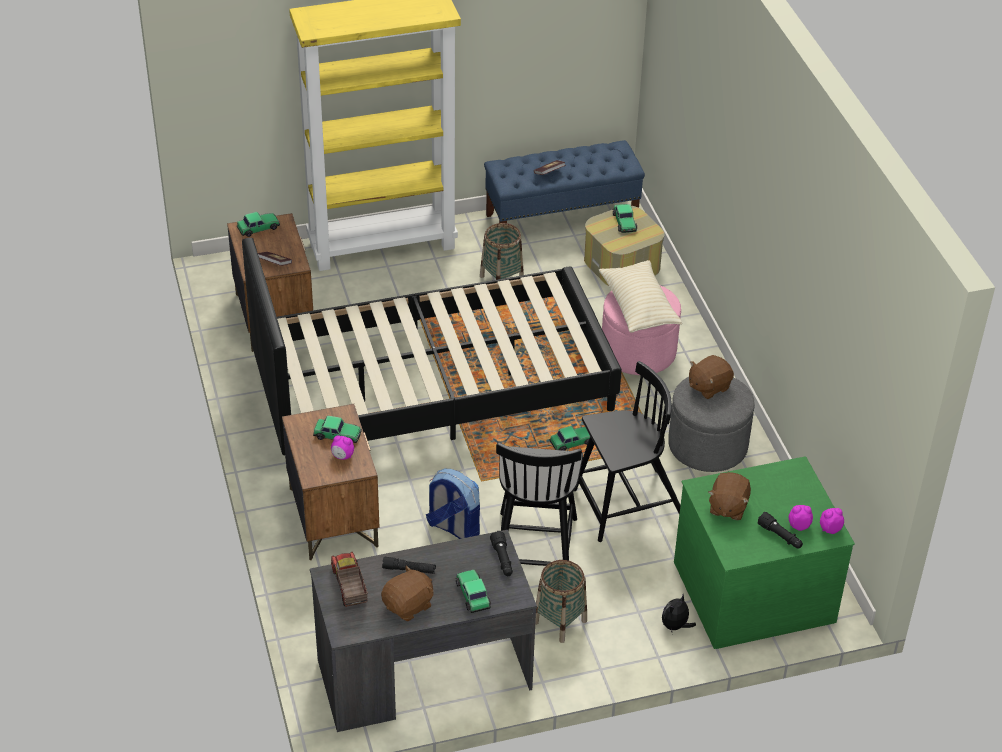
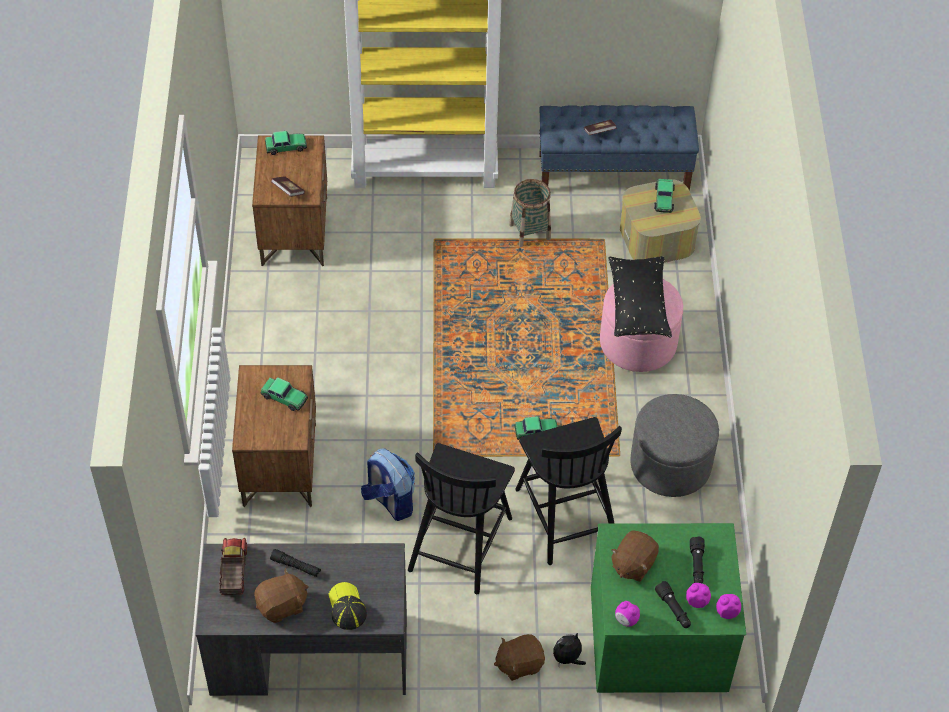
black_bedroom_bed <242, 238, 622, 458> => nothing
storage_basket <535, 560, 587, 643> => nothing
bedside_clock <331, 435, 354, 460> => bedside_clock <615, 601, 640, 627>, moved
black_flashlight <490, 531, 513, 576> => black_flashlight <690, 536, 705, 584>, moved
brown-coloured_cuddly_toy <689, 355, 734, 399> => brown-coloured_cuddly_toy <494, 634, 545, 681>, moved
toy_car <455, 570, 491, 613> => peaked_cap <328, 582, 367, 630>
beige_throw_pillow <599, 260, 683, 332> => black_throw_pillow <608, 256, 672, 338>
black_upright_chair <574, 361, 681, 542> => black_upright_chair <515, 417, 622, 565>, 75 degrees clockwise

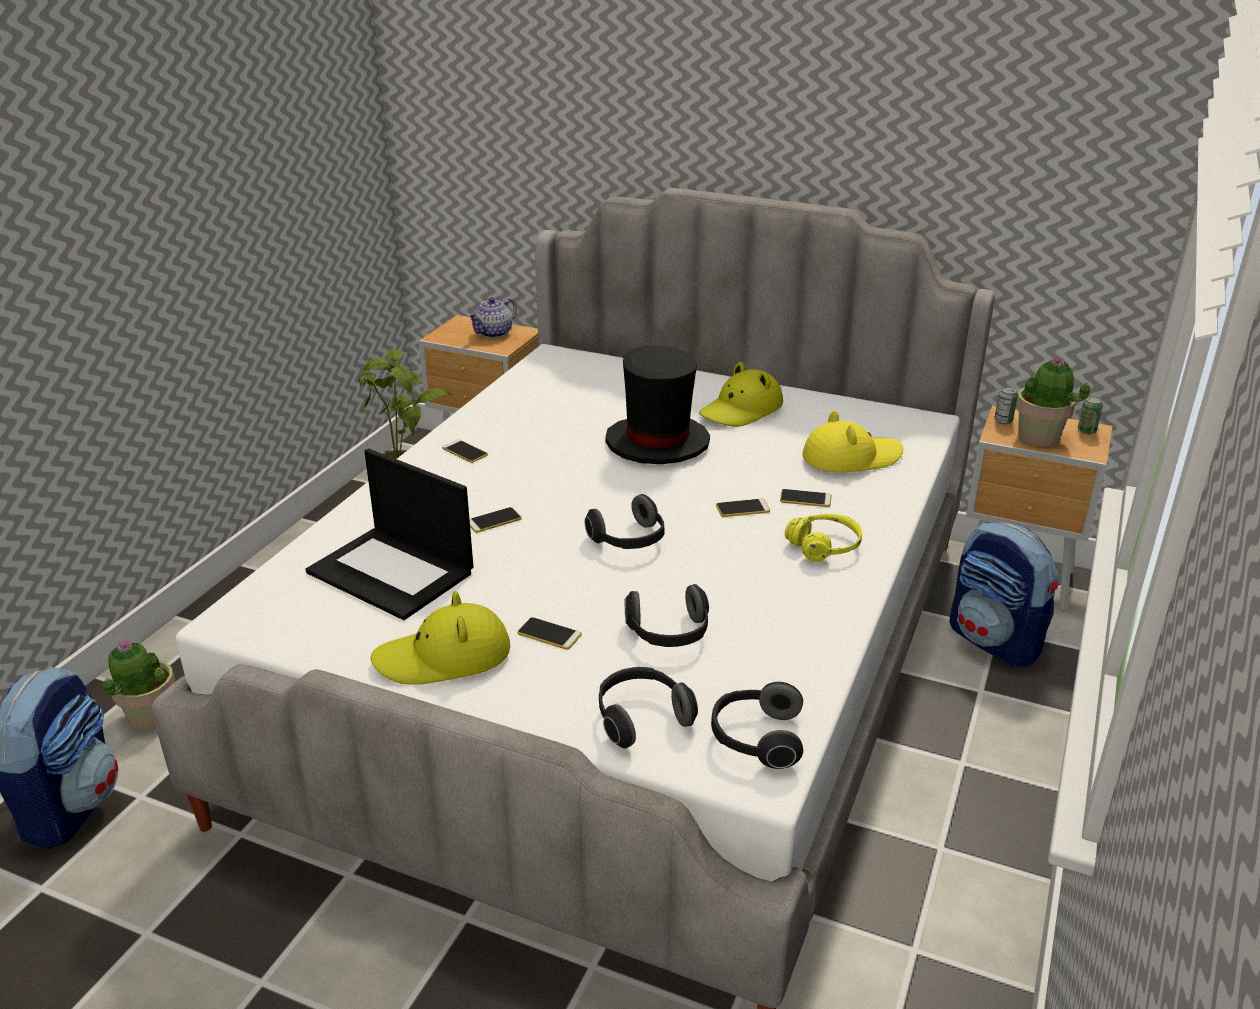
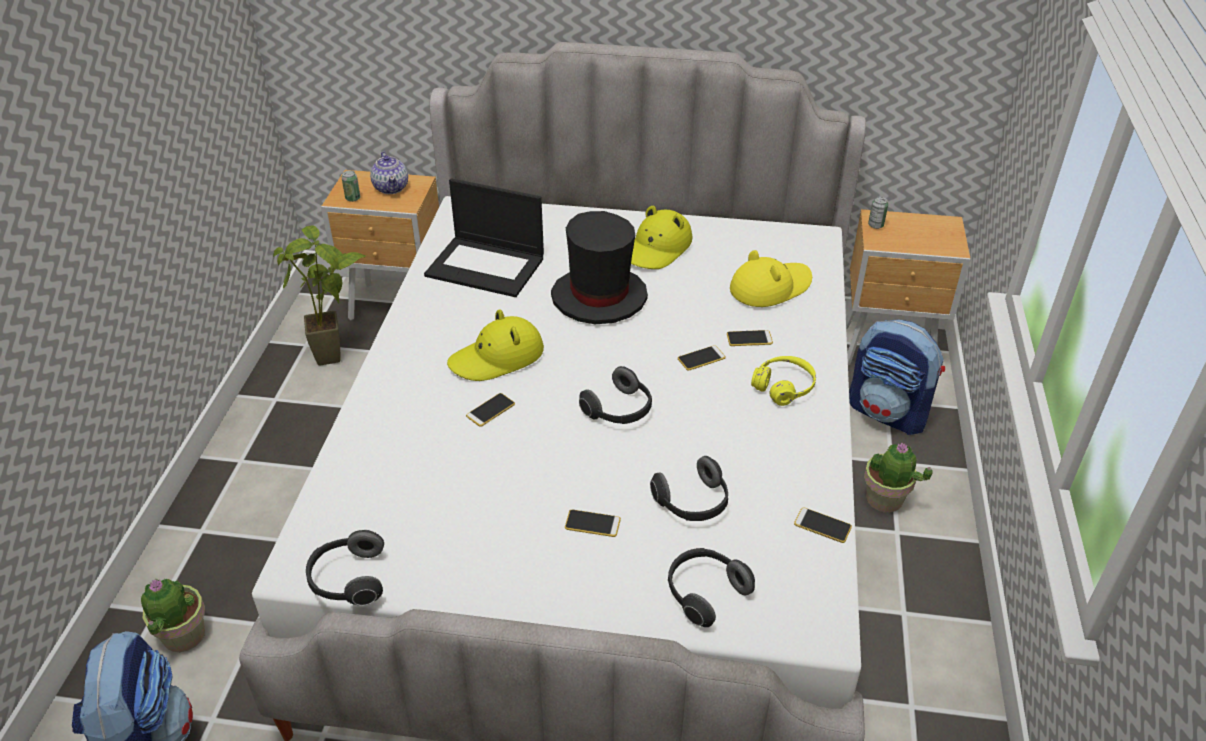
notebook_computer <305, 449, 473, 620> => notebook_computer <424, 178, 544, 297>, moved
yellow_wearable_hat <370, 591, 510, 685> => yellow_wearable_hat <447, 309, 544, 381>, moved
telephone <442, 440, 488, 463> => telephone <794, 507, 852, 543>, moved
headset <711, 682, 803, 769> => headset <306, 530, 384, 606>, moved
plant_in_a_pot <1016, 356, 1090, 447> => plant_in_a_pot <864, 442, 933, 513>, moved
can <1078, 397, 1103, 434> => can <342, 170, 360, 202>, moved
pot_for_tea <468, 297, 517, 338> => pot_for_tea <370, 151, 408, 194>, 45 degrees counterclockwise

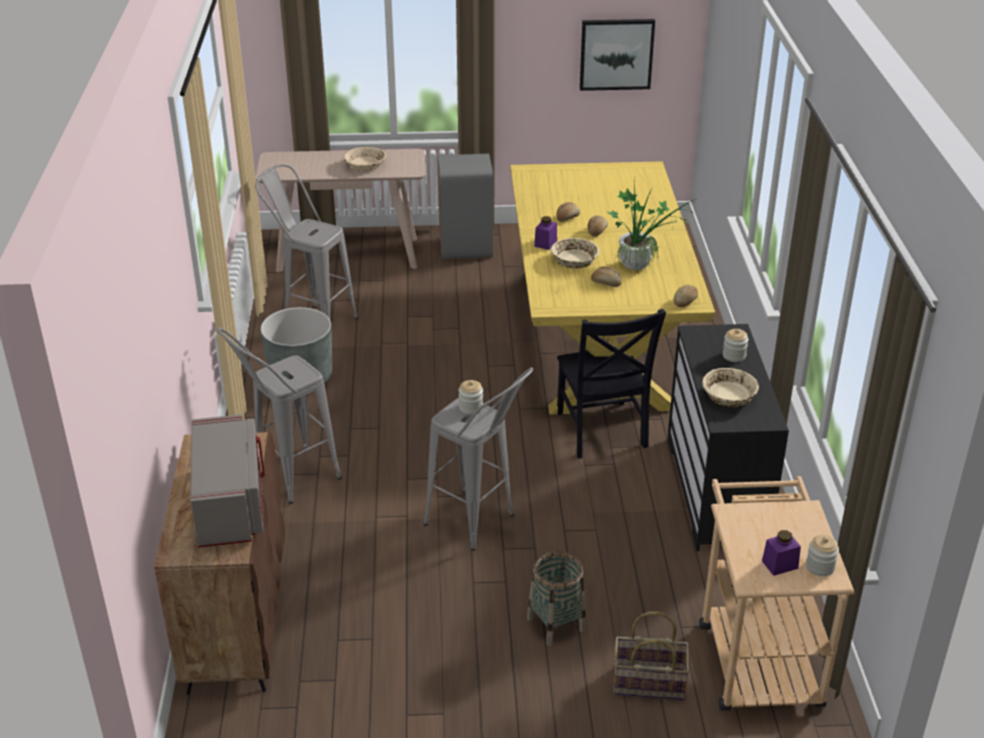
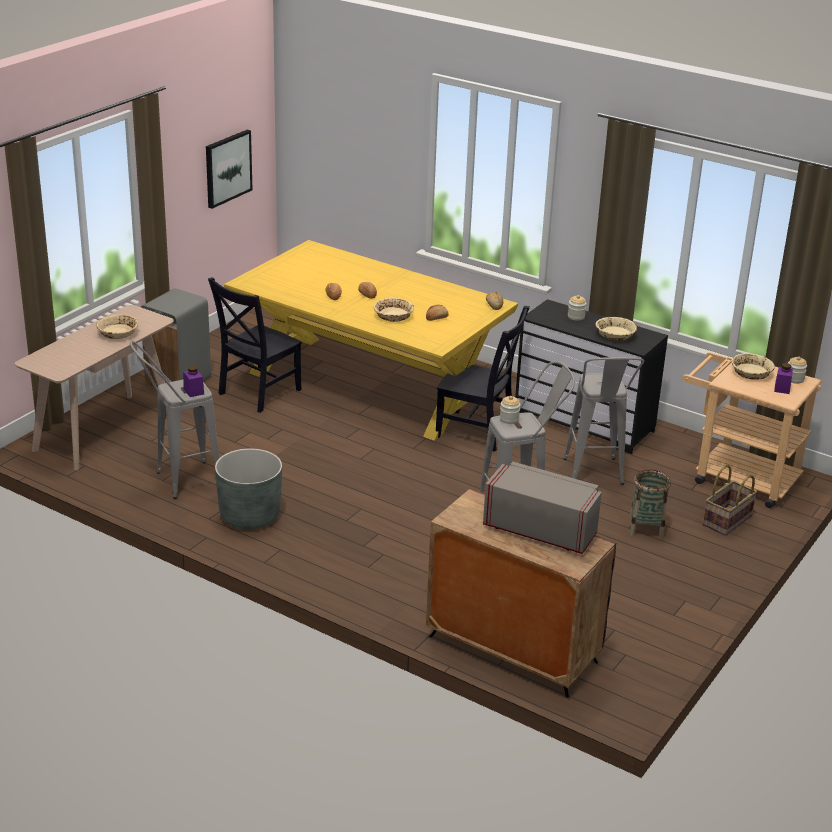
plant_in_a_pot <606, 181, 696, 271> => nothing
nothing => black_upright_chair <208, 277, 302, 413>
nothing => beige_bowl <731, 353, 775, 380>
gray_stool <217, 327, 342, 504> => gray_stool <563, 357, 644, 485>, moved
purplish_preserve_jar <534, 216, 557, 250> => purplish_preserve_jar <183, 366, 204, 397>, moved

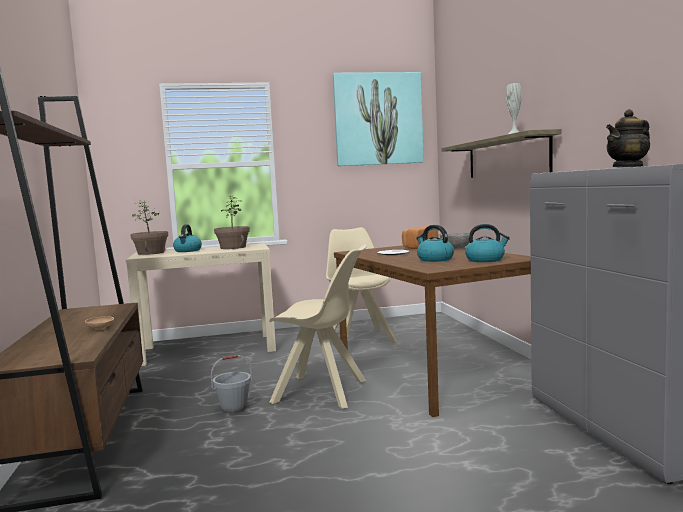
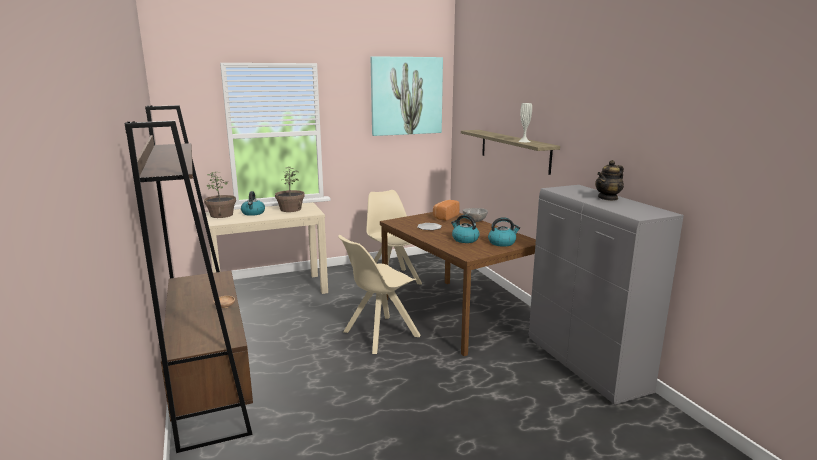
gray_bucket <211, 354, 252, 413> => nothing
beige_upright_chair <269, 245, 367, 409> => beige_upright_chair <338, 235, 420, 354>, 135 degrees clockwise

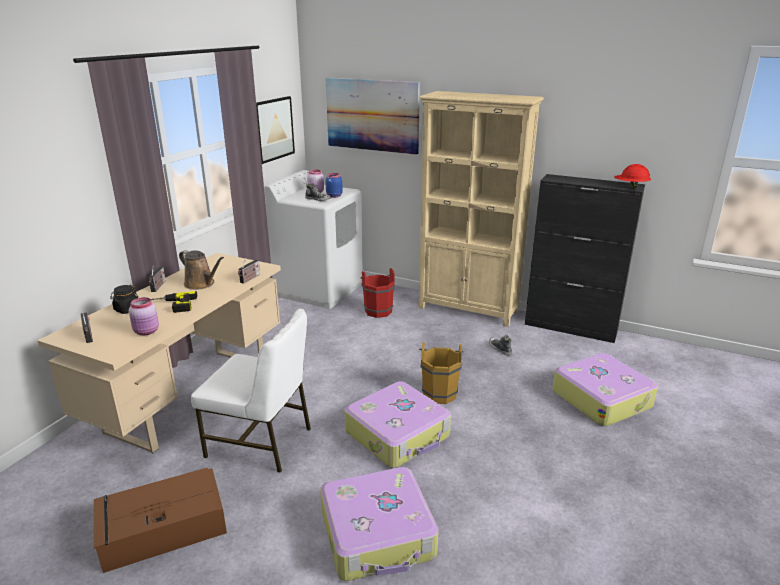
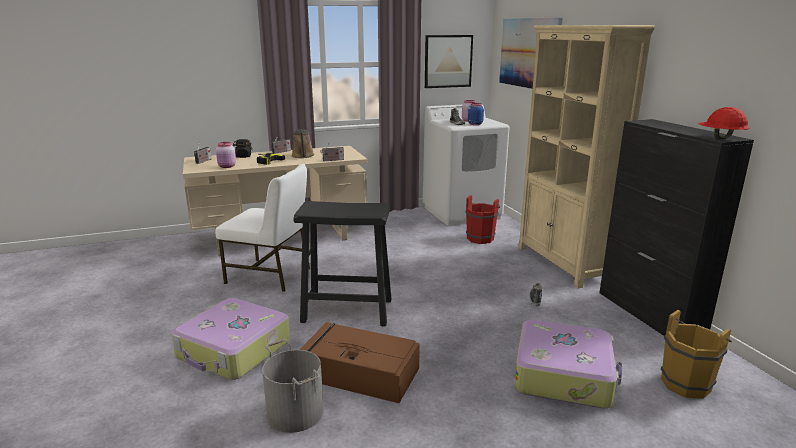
nothing => gray_bucket <262, 339, 324, 433>
brown-coloured_storage_bin <94, 468, 227, 573> => brown-coloured_storage_bin <299, 322, 420, 403>, moved
brown-coloured_bucket <419, 342, 464, 404> => brown-coloured_bucket <661, 310, 732, 399>, moved
suitcase <344, 381, 451, 468> => black_stool <293, 201, 391, 326>
white_upright_chair <191, 308, 311, 473> => white_upright_chair <215, 164, 310, 292>, 45 degrees counterclockwise

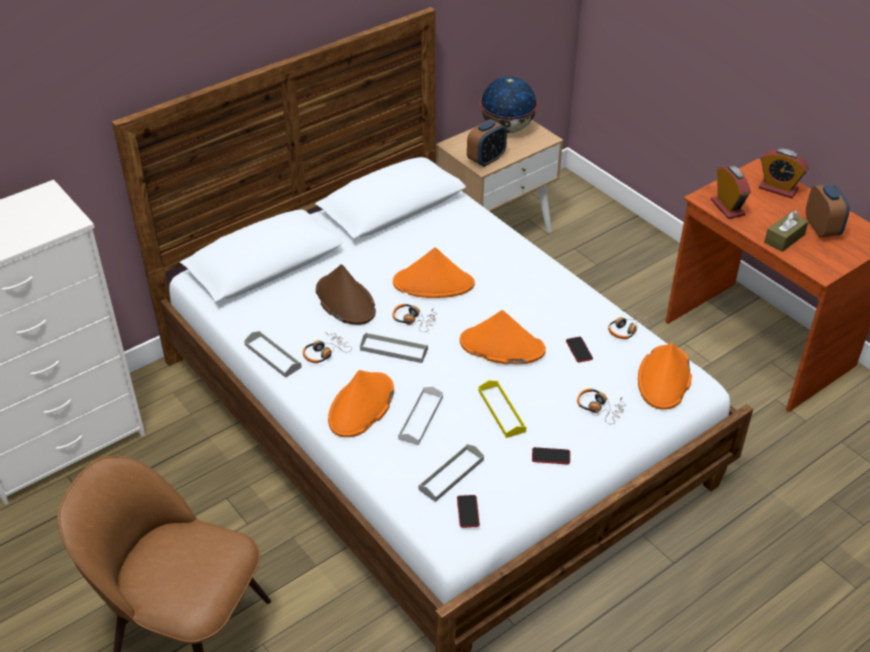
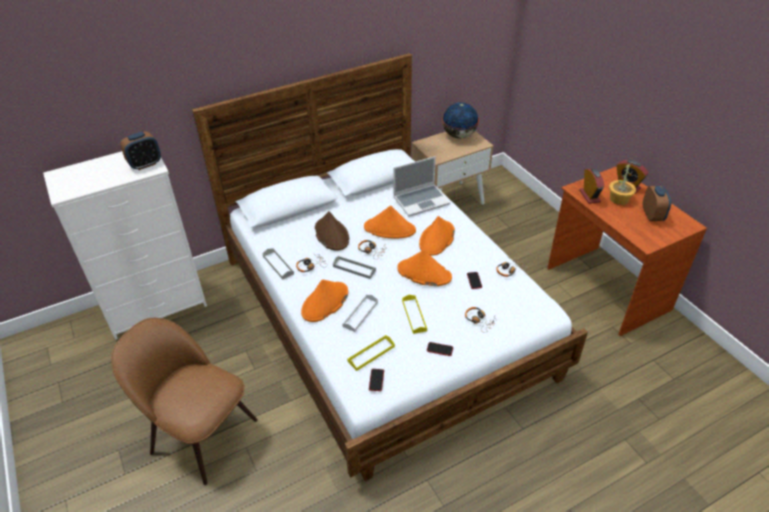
brown-coloured_box_of_tissues <764, 211, 808, 252> => nothing
nothing => notebook_computer <393, 156, 450, 217>
nothing => plant_in_a_pot <609, 163, 636, 205>
bedside_clock <467, 119, 507, 167> => bedside_clock <120, 131, 161, 170>, moved
orange_wearable_hat <638, 343, 692, 410> => orange_wearable_hat <419, 216, 455, 256>, moved
gray_serving_tray <418, 444, 484, 502> => yellow_serving_tray <347, 335, 395, 371>

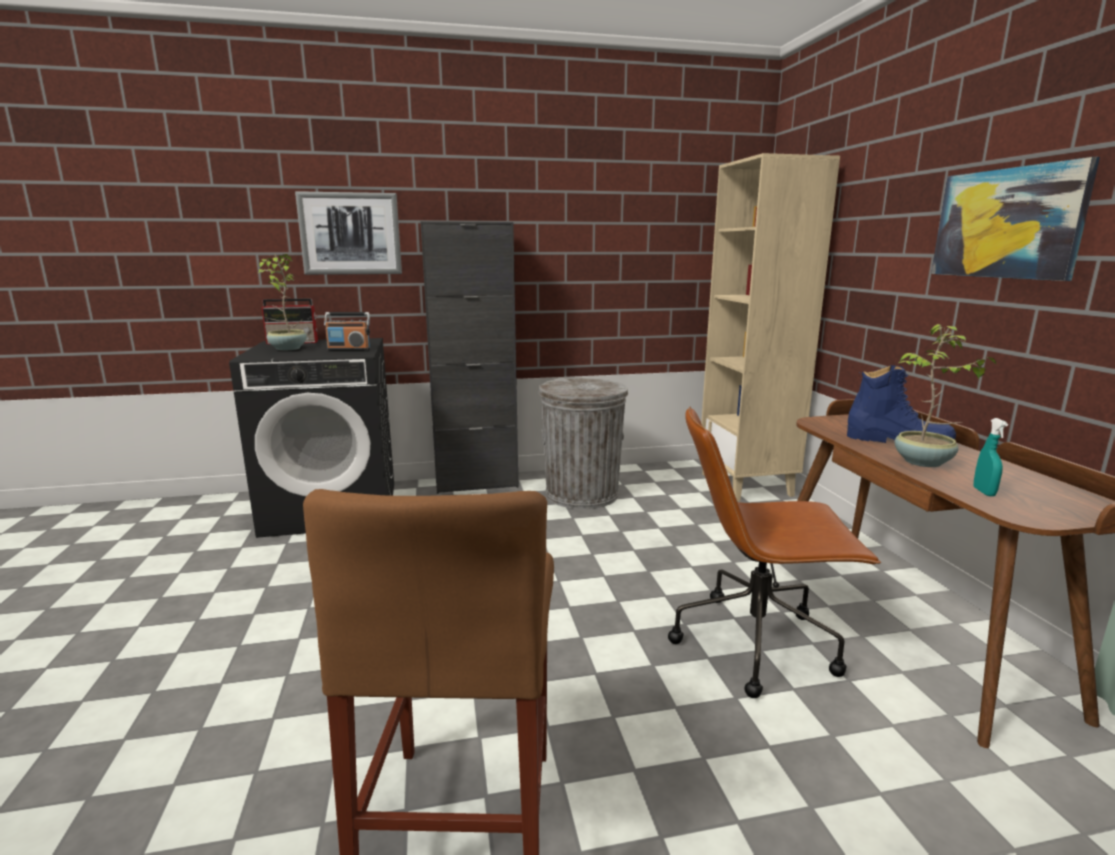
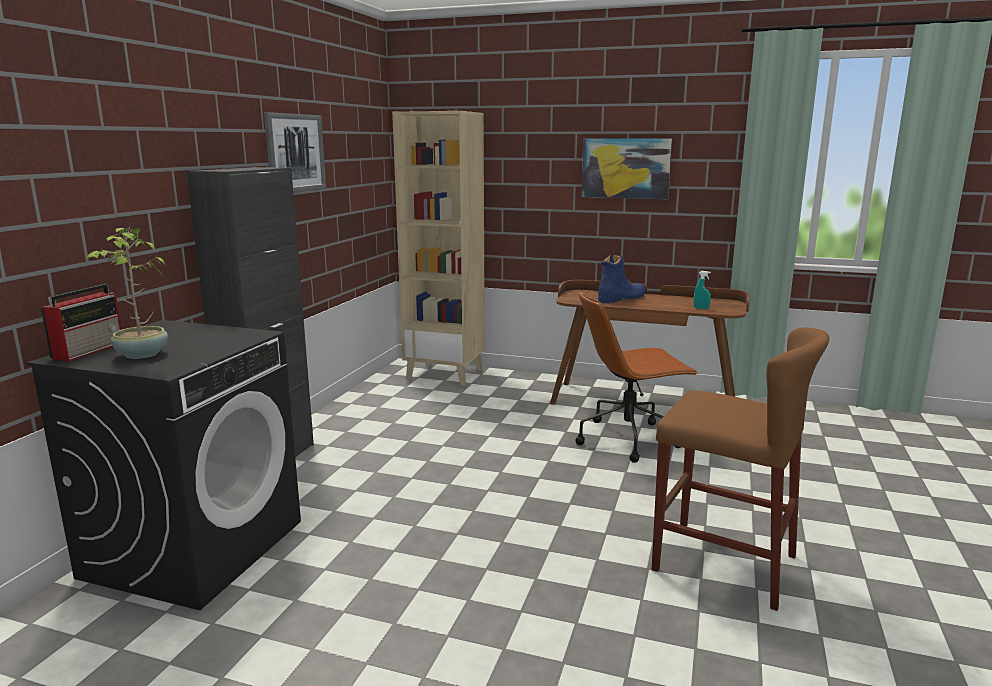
radio_set <324, 312, 371, 351> => nothing
gray_rubbish_bin <539, 378, 628, 509> => nothing
plant_in_a_pot <895, 324, 996, 467> => nothing
picture <295, 191, 402, 275> => picture <264, 112, 326, 193>, moved
brown-coloured_computer_chair <668, 407, 881, 698> => brown-coloured_computer_chair <575, 291, 698, 463>, 45 degrees clockwise

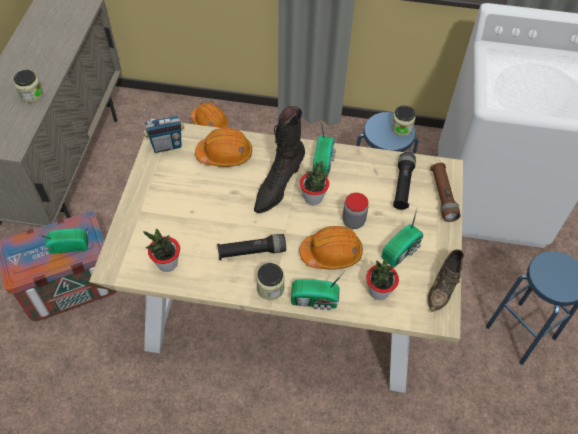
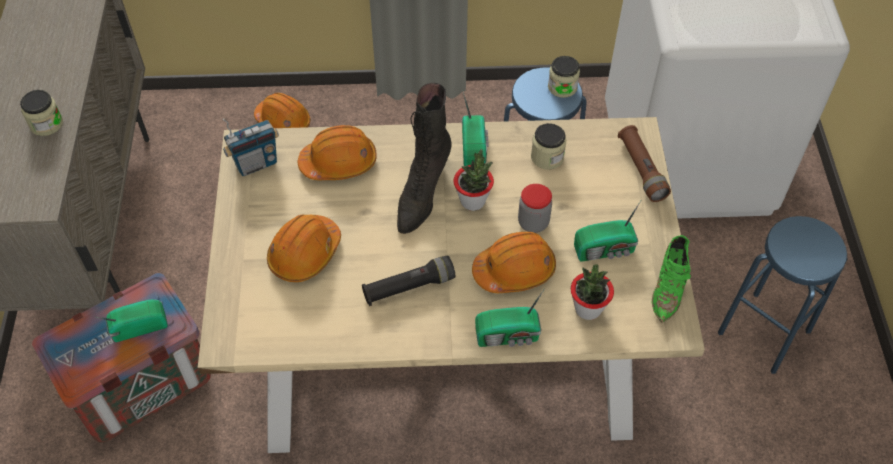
plant_in_a_pot <143, 228, 180, 272> => nothing
black_flashlight <393, 152, 416, 210> => nothing
nothing => orange_work_helmet <267, 214, 341, 282>
preserve_jar <256, 263, 284, 300> => preserve_jar <531, 123, 566, 170>, moved
brown-coloured_shoe <427, 250, 464, 312> => green-coloured_shoe <651, 235, 691, 322>
radio_set <382, 206, 424, 267> => radio_set <574, 201, 641, 262>, 45 degrees clockwise

